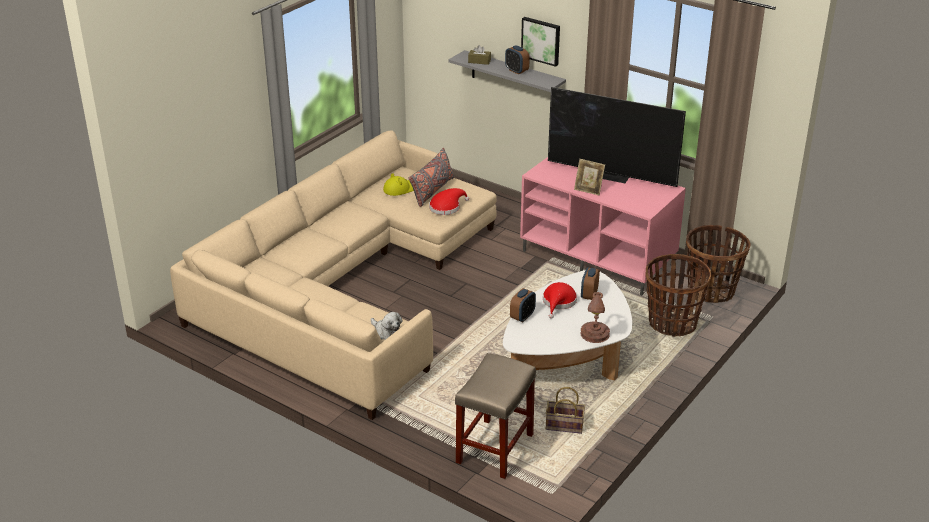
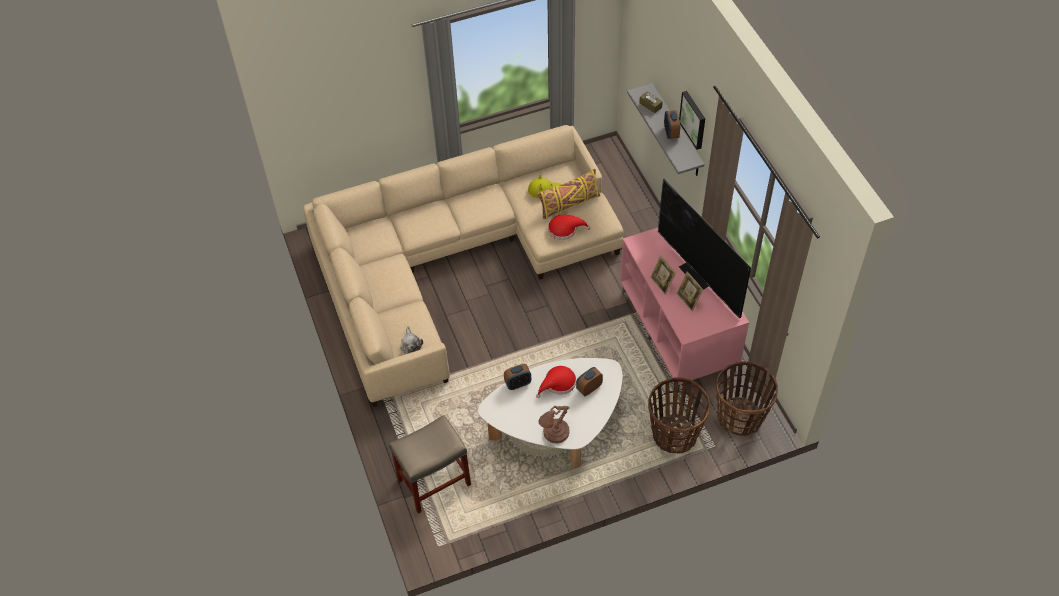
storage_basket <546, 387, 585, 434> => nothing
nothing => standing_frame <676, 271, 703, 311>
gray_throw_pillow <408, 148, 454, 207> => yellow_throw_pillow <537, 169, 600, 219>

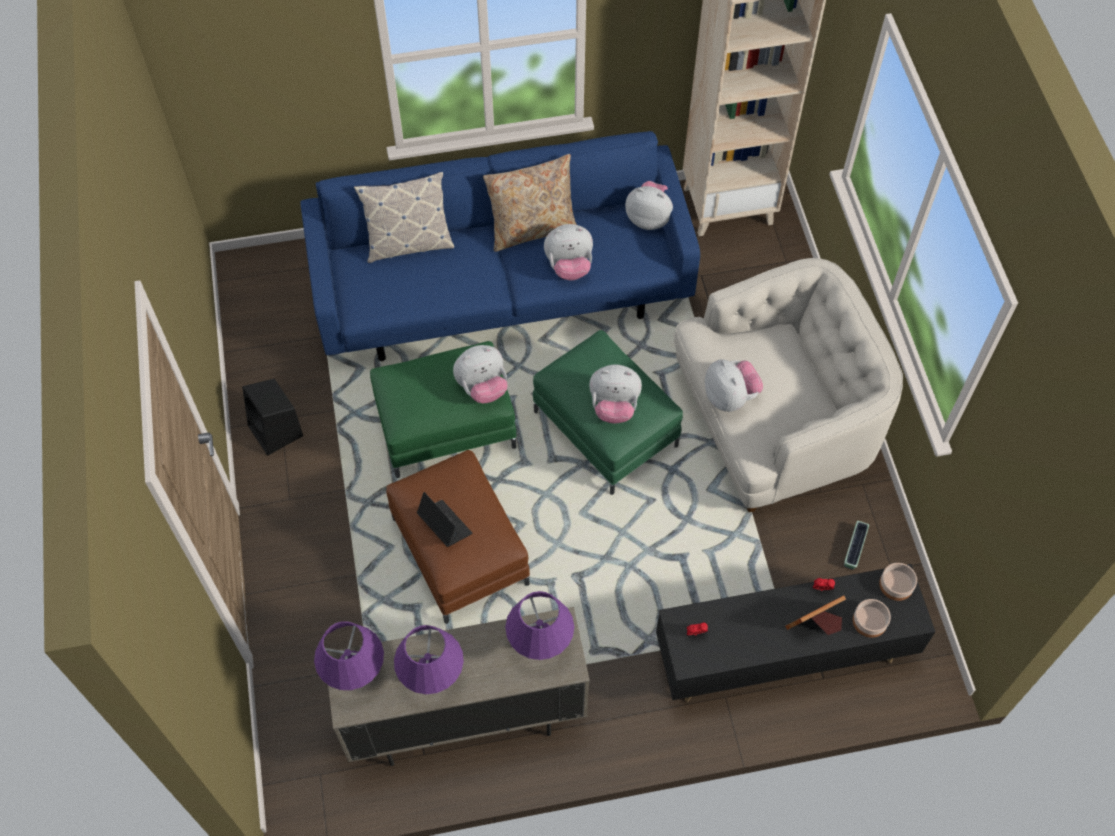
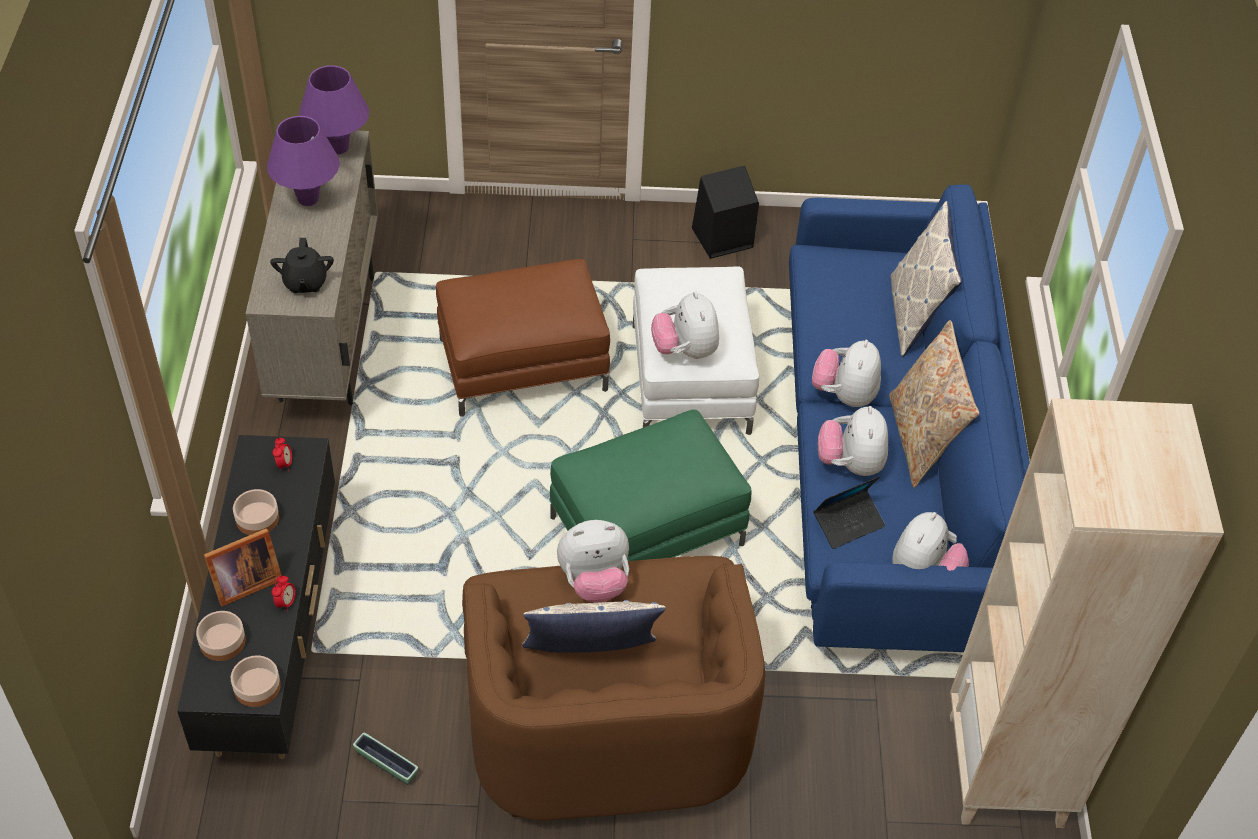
nothing => bowl <233, 489, 279, 535>
nothing => throw_pillow <522, 600, 666, 653>
notebook_computer <417, 492, 472, 547> => notebook_computer <813, 476, 885, 549>, moved
cuddly_toy <589, 364, 642, 423> => cuddly_toy <812, 340, 881, 407>, moved
purplish_table_lamp <505, 591, 574, 660> => black_pot_for_tea <270, 238, 334, 293>
green-coloured_pouffe <370, 341, 516, 478> => white_pouffe <633, 266, 759, 435>
white_lounge_chair <674, 258, 903, 512> => brown-coloured_lounge_chair <462, 556, 765, 820>
standing_frame <785, 595, 846, 635> => standing_frame <204, 528, 282, 607>, 75 degrees clockwise

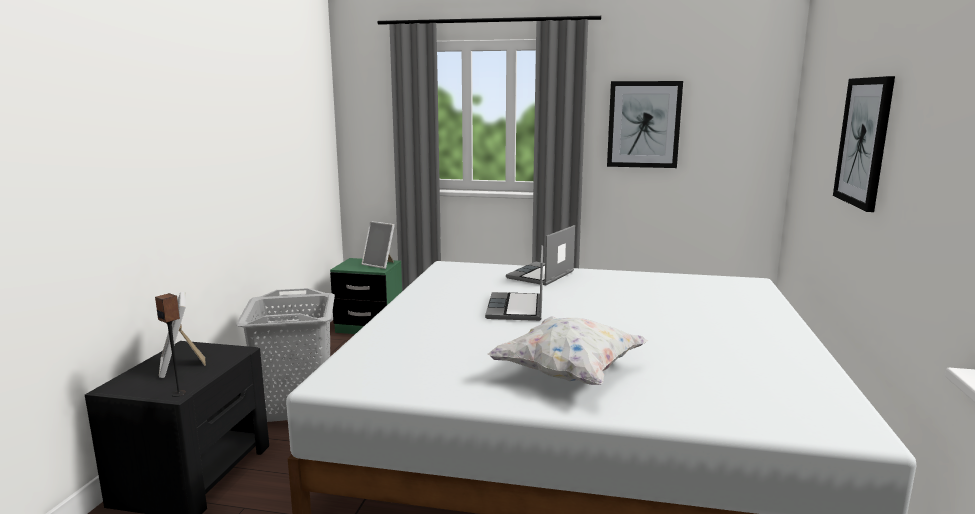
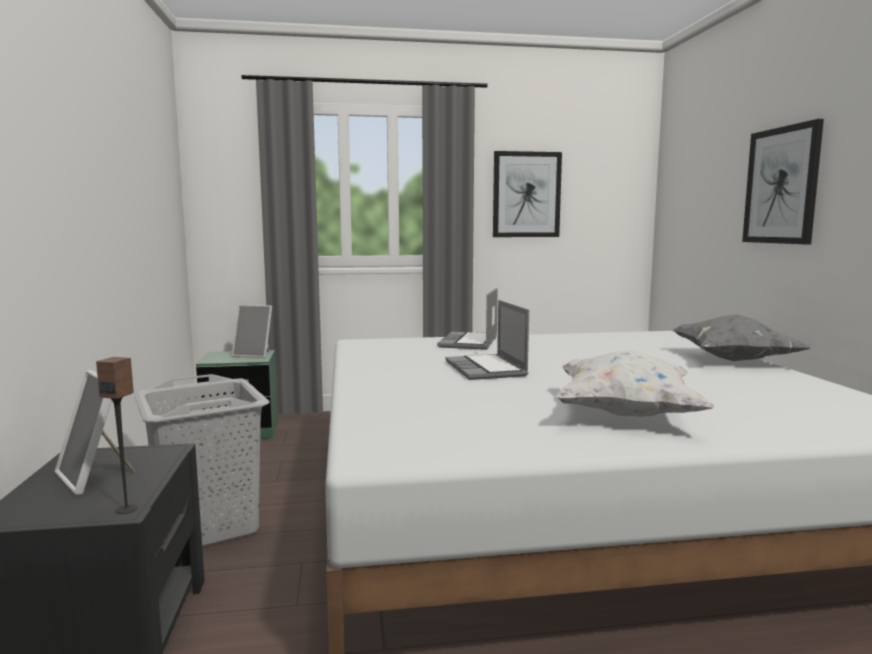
nothing => gray_throw_pillow <673, 315, 810, 361>

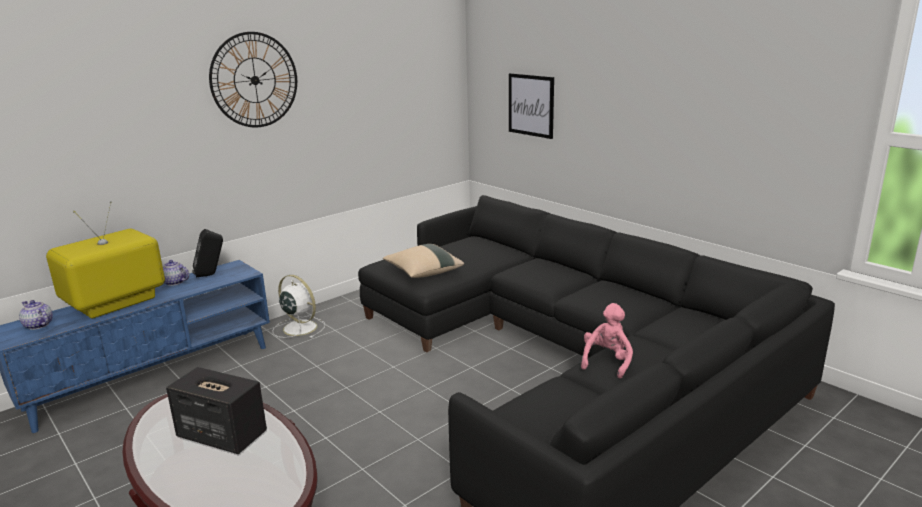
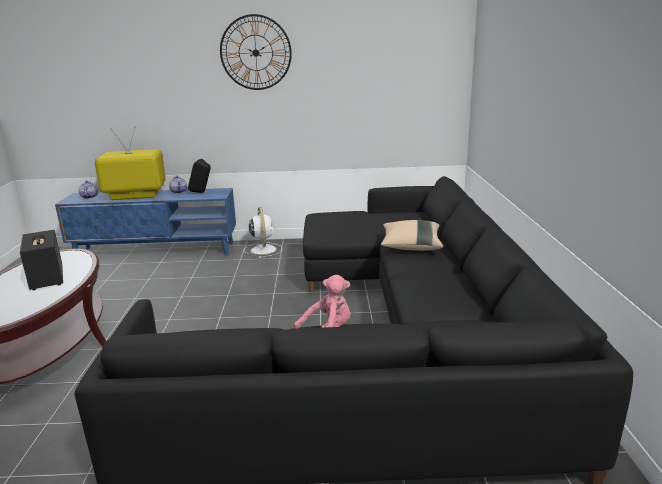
picture <509, 73, 554, 139> => nothing
beige_throw_pillow <383, 244, 464, 278> => beige_throw_pillow <381, 220, 443, 251>, moved

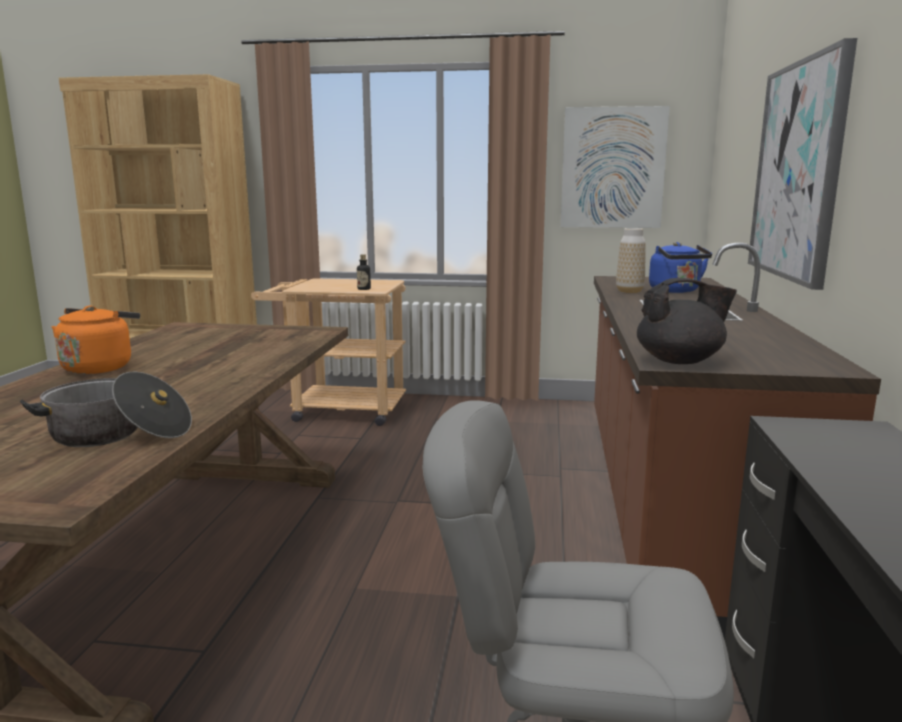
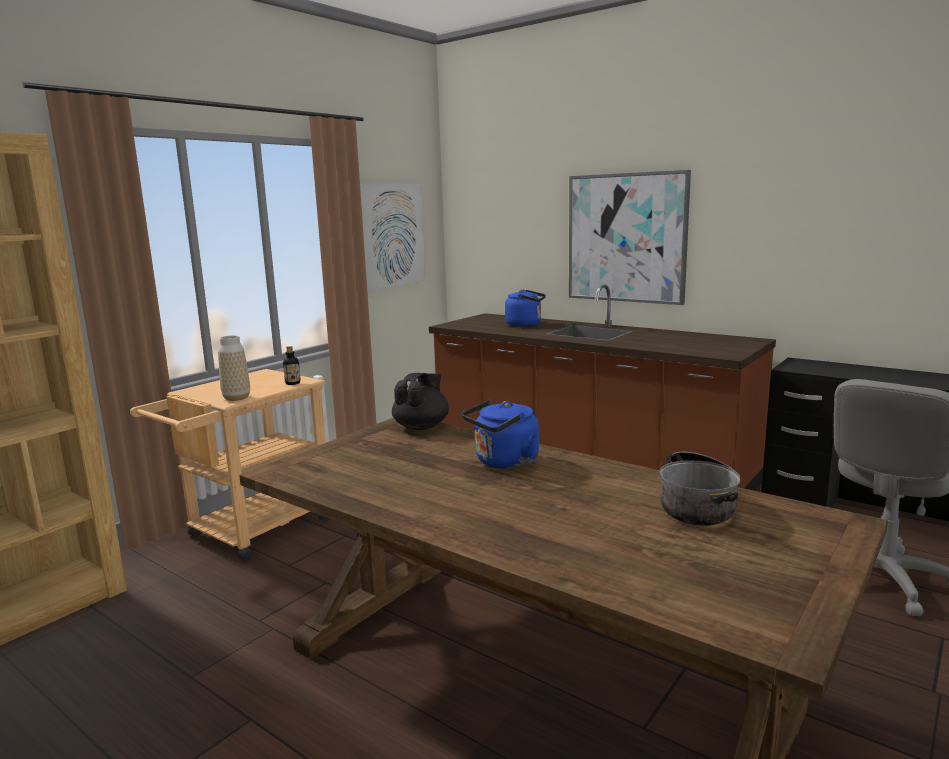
orange_tea_kettle <52, 306, 140, 374> => nothing
nothing => blue_tea_kettle <462, 400, 539, 469>
vase <616, 228, 646, 293> => vase <218, 335, 250, 401>, moved
black_pot_for_tea <637, 278, 737, 364> => black_pot_for_tea <392, 373, 449, 430>, moved

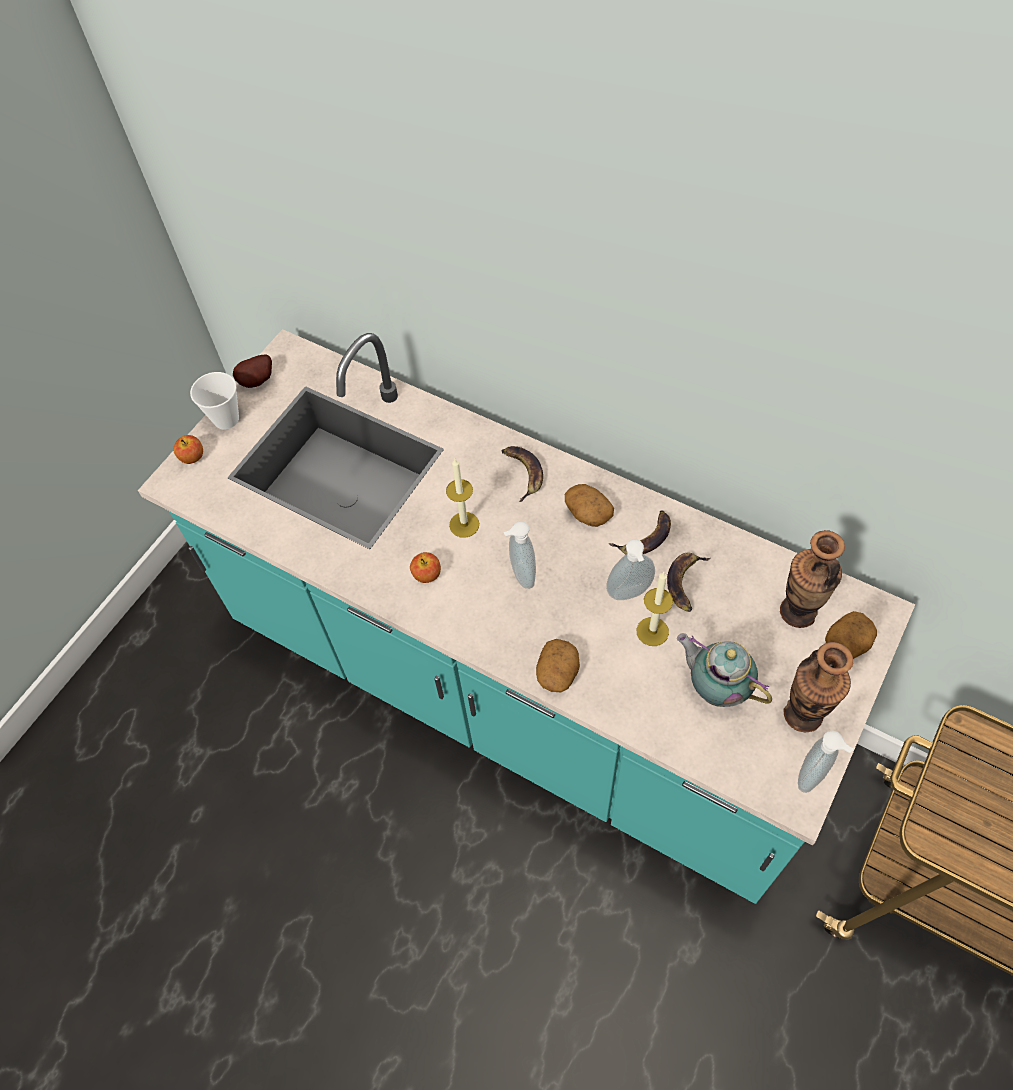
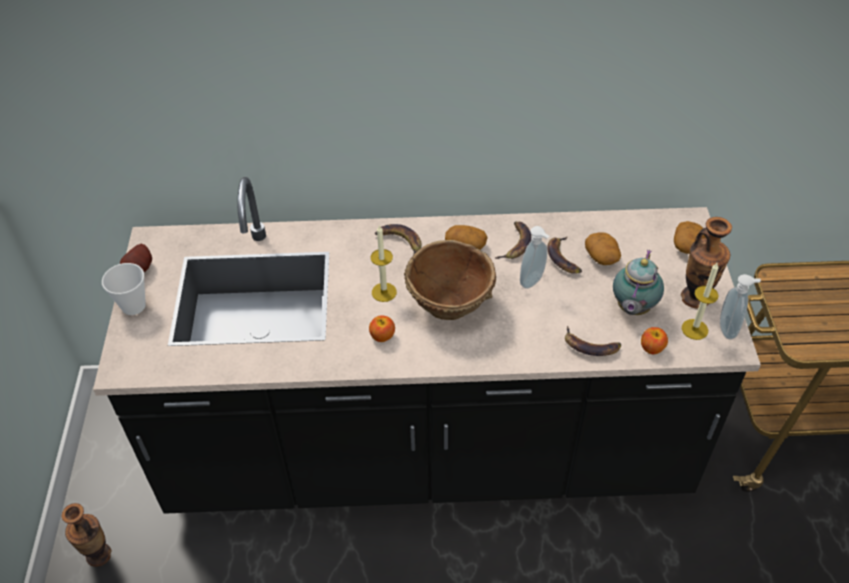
nothing => banana <565, 326, 621, 356>
whole_apple <173, 435, 203, 464> => whole_apple <641, 327, 668, 354>, moved
potato <536, 639, 580, 692> => potato <585, 232, 621, 265>, moved
wax_candle <637, 572, 673, 646> => wax_candle <682, 263, 719, 340>, moved
vase <780, 530, 845, 628> => vase <61, 503, 111, 567>, moved
soap_dispenser <504, 521, 536, 589> => brown-coloured_bowl <404, 240, 496, 320>
turquoise_counter <138, 329, 915, 904> => black_counter <93, 177, 761, 514>
pot_for_tea <677, 633, 772, 707> => pot_for_tea <613, 250, 664, 315>, 75 degrees counterclockwise

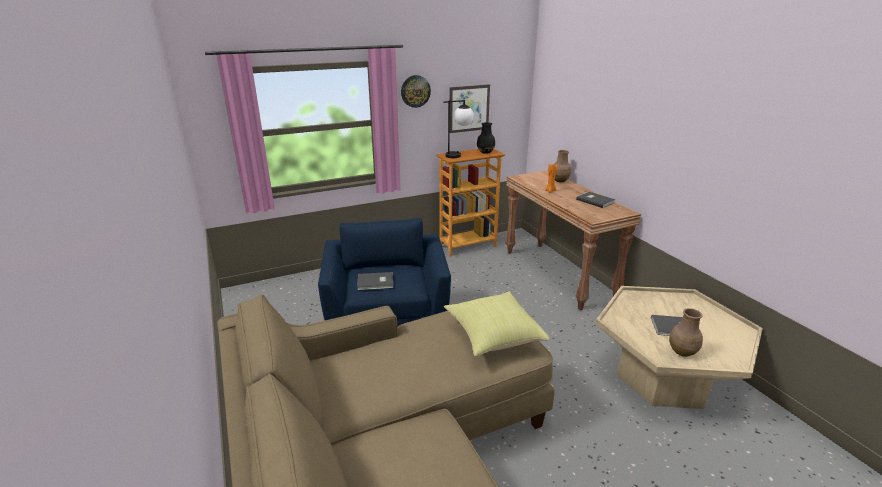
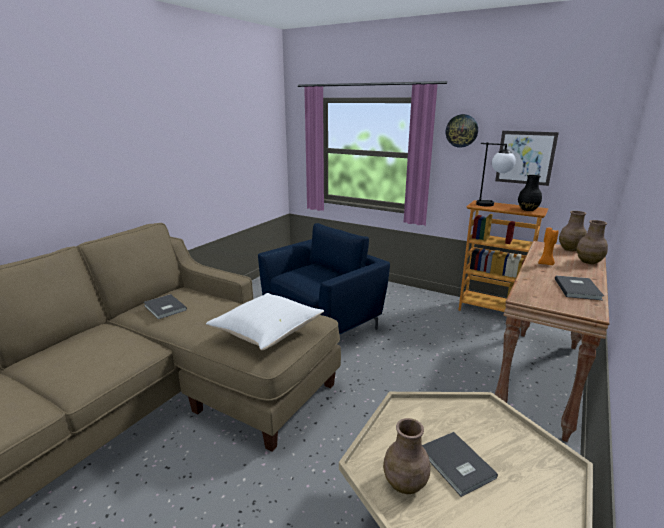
nothing => brown-coloured_vase <559, 211, 587, 251>
gray_book <357, 272, 393, 290> => gray_book <144, 294, 187, 319>, moved
yellow_throw_pillow <444, 291, 549, 357> => white_throw_pillow <206, 293, 324, 350>

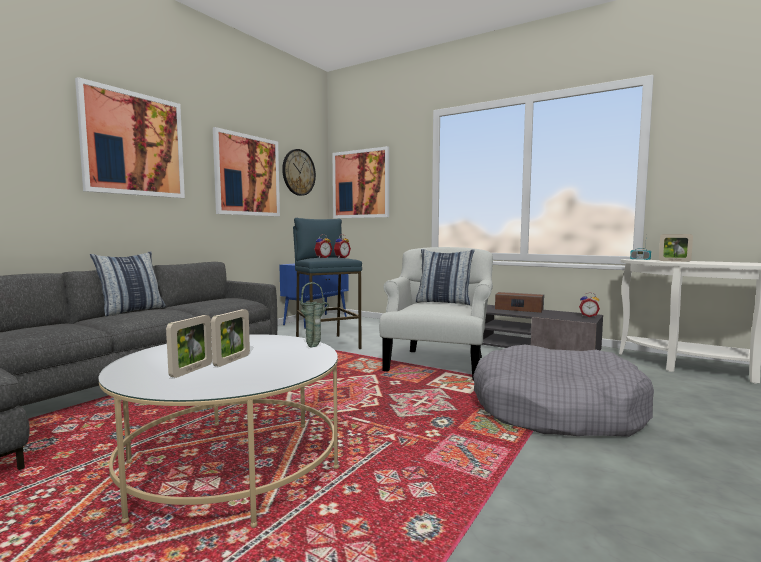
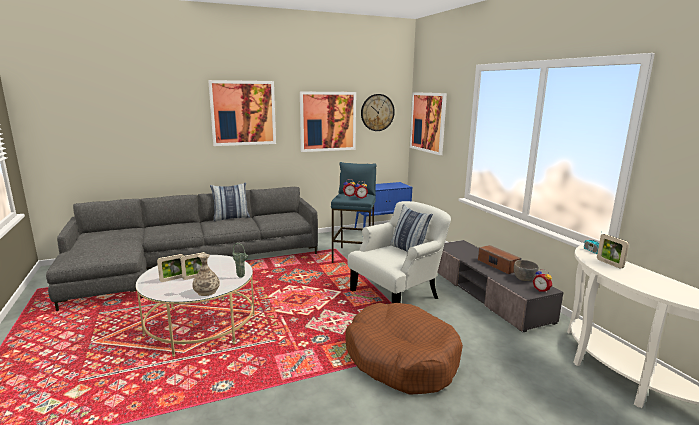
nothing => vase <192, 254, 220, 296>
nothing => gray_bowl <514, 260, 538, 281>
gray_pet_bed <473, 345, 654, 437> => brown-coloured_pet_bed <345, 303, 463, 395>

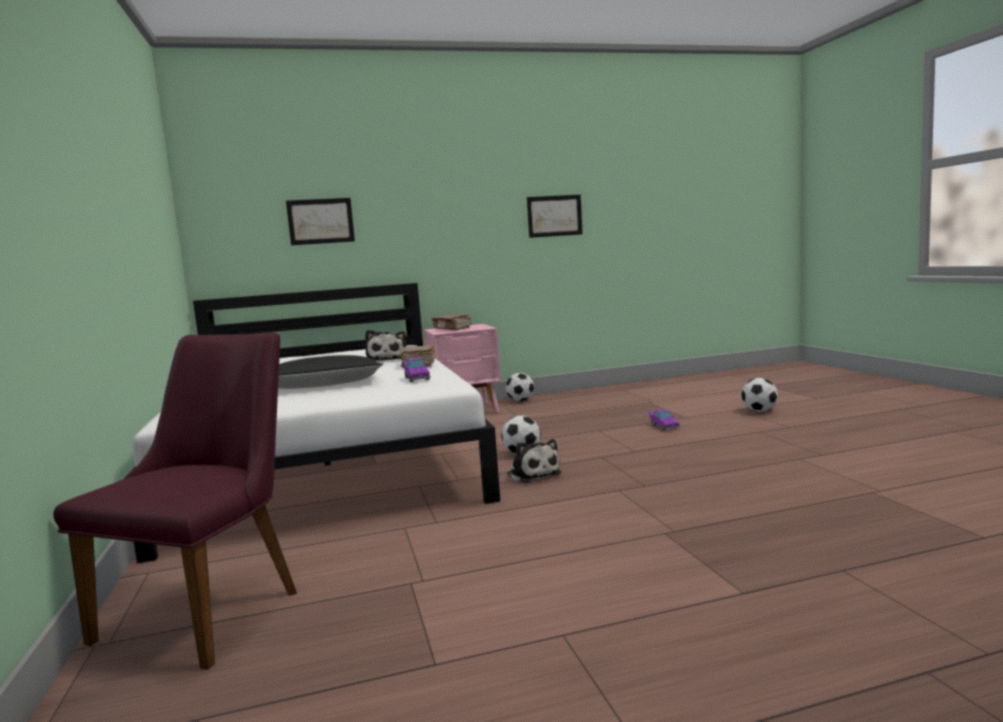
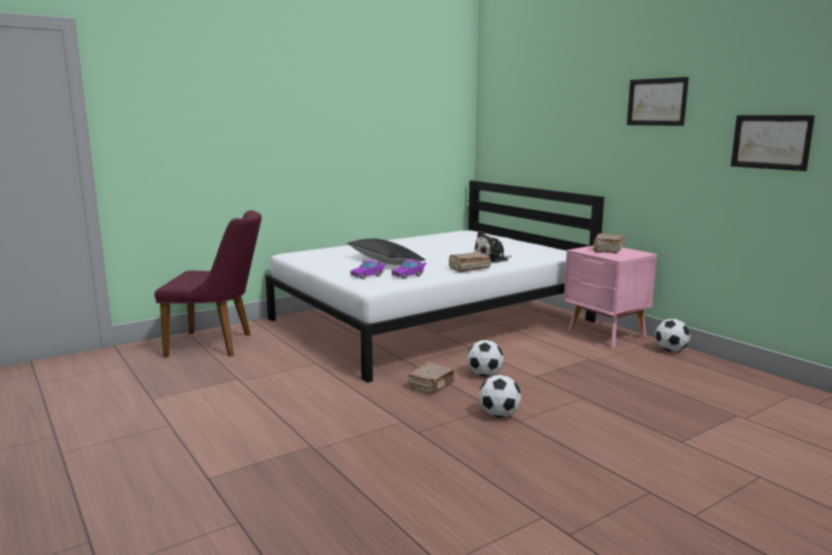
picture <286, 198, 355, 245> => picture <627, 77, 689, 126>, moved
purplish_toy_car <648, 409, 679, 430> => purplish_toy_car <350, 260, 387, 279>, moved
ball_for_football <741, 378, 778, 412> => ball_for_football <479, 375, 521, 418>, moved
cuddly_toy <508, 439, 561, 483> => brown-coloured_book <408, 362, 454, 393>

